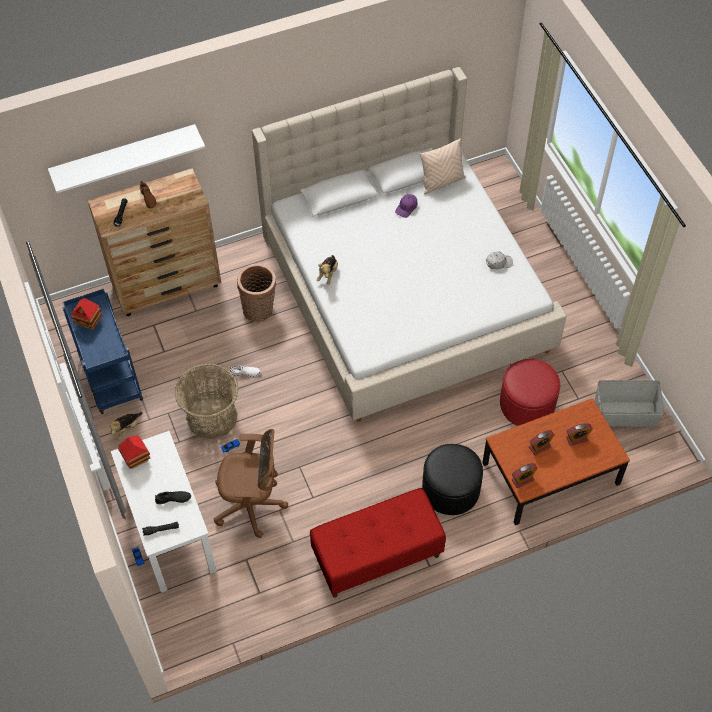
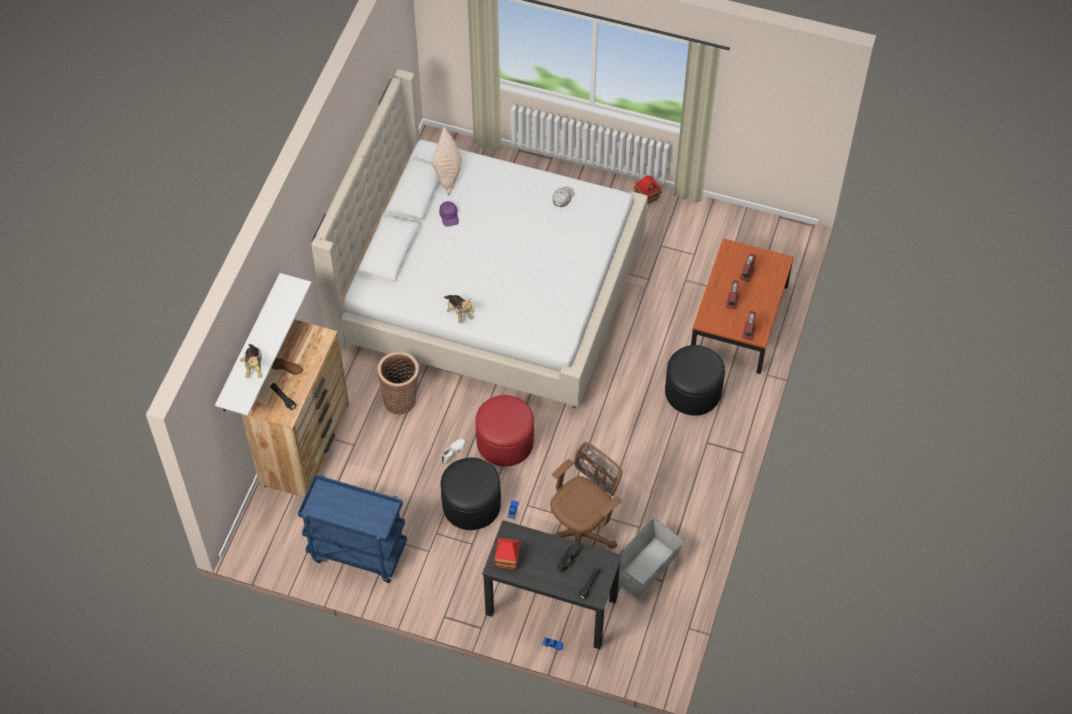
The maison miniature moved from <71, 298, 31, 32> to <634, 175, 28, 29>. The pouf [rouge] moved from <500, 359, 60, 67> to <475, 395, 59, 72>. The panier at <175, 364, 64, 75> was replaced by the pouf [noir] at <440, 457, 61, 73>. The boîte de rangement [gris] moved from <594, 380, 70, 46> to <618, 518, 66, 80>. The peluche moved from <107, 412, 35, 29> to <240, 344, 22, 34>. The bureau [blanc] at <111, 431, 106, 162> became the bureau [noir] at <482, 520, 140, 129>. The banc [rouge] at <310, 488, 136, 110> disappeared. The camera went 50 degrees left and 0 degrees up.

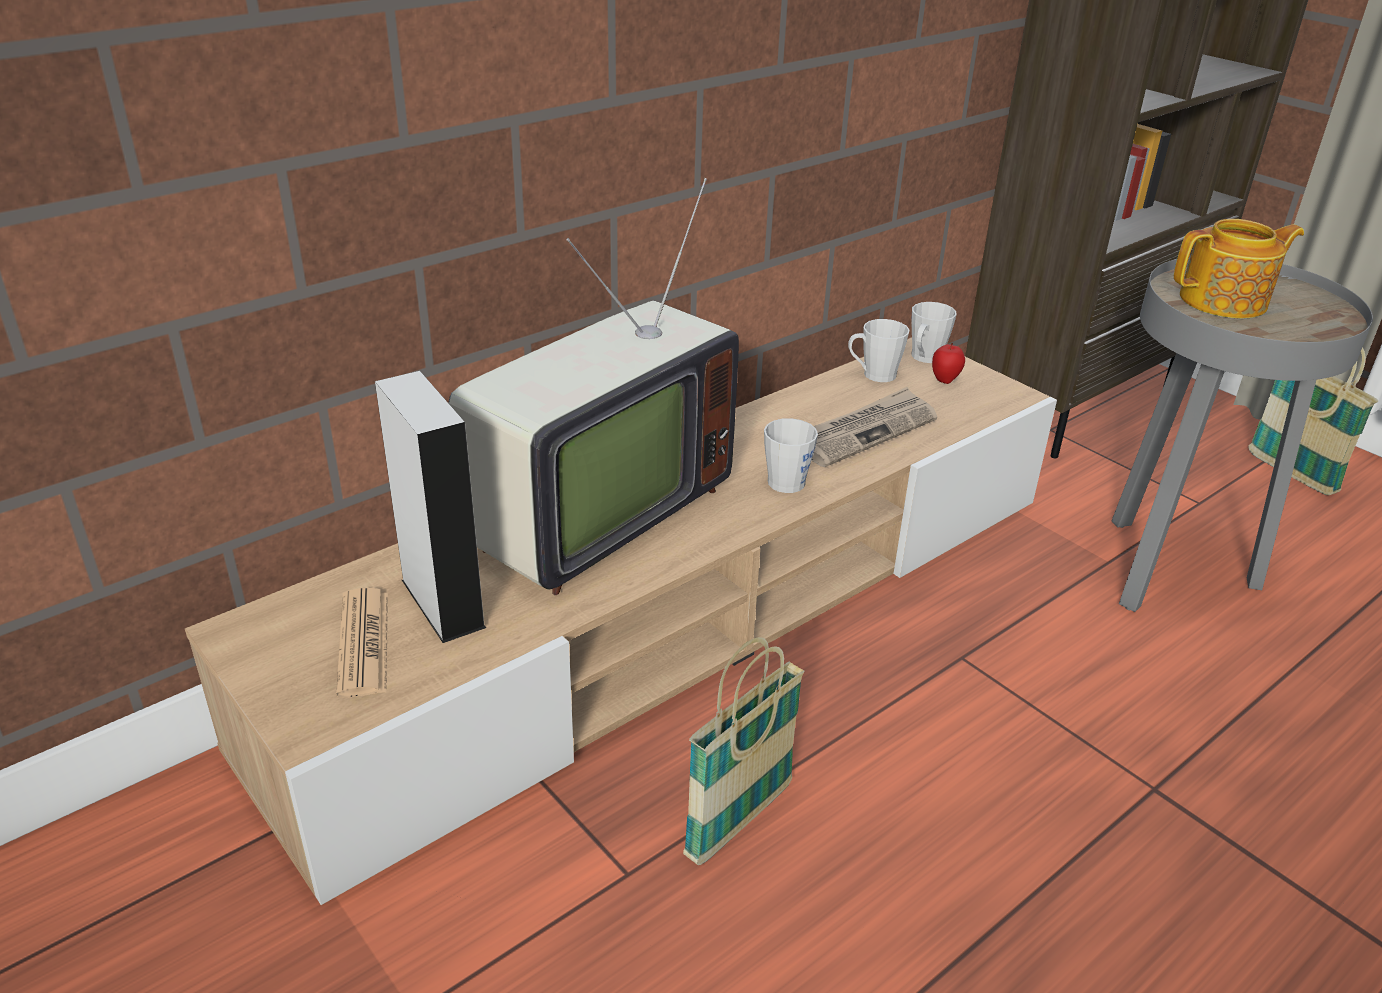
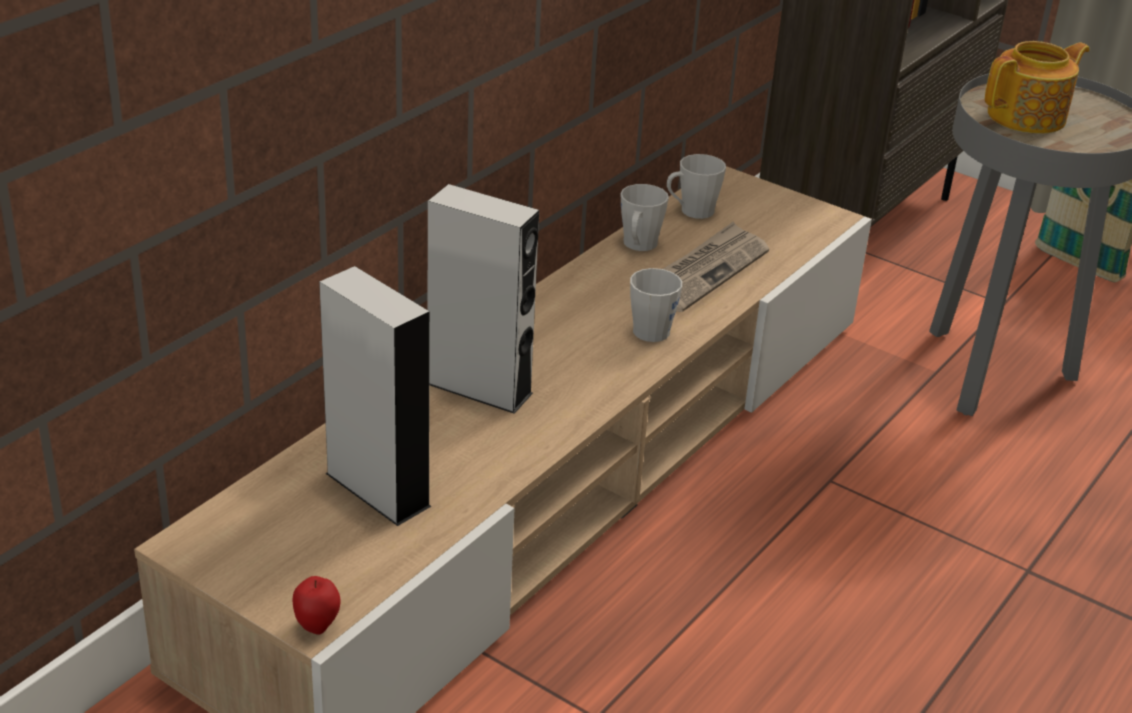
The téléviseur at <448, 178, 291, 417> was replaced by the enceinte [gris] at <428, 184, 111, 230>. The mug [gris] moved from <911, 302, 46, 61> to <621, 184, 48, 67>. The pomme moved from <932, 343, 33, 41> to <293, 576, 48, 59>. The journal at <336, 588, 52, 110> disappeared. The panier at <683, 637, 122, 228> disappeared. The camera went 15 degrees left and 0 degrees up.

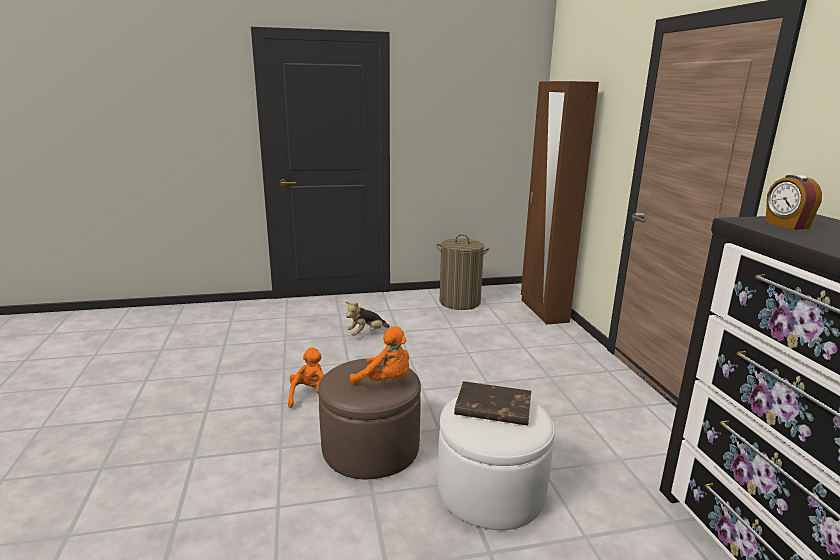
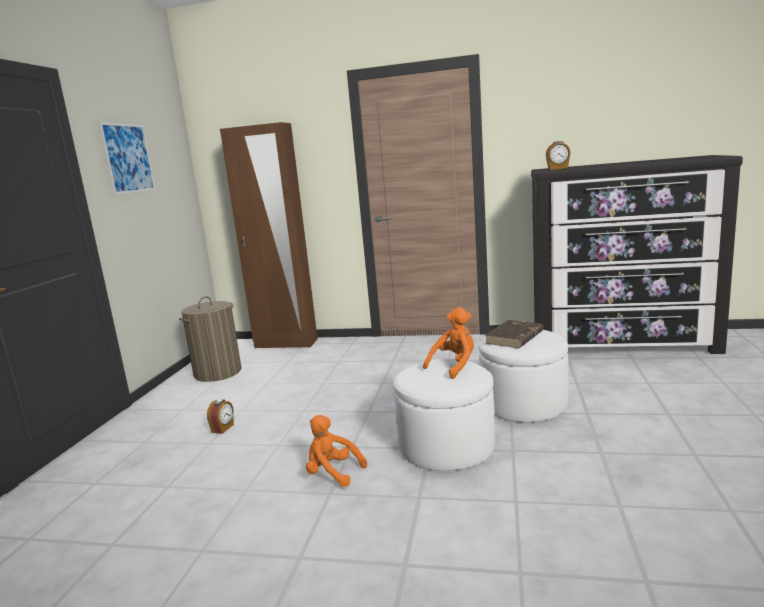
The peluche at <346, 302, 44, 34> was replaced by the réveil at <207, 399, 27, 35>. The pouf [marron] at <318, 358, 103, 121> became the pouf [blanc] at <393, 359, 102, 112>. The tableau at <99, 122, 57, 73> appeared. The camera went 65 degrees left and 5 degrees down.

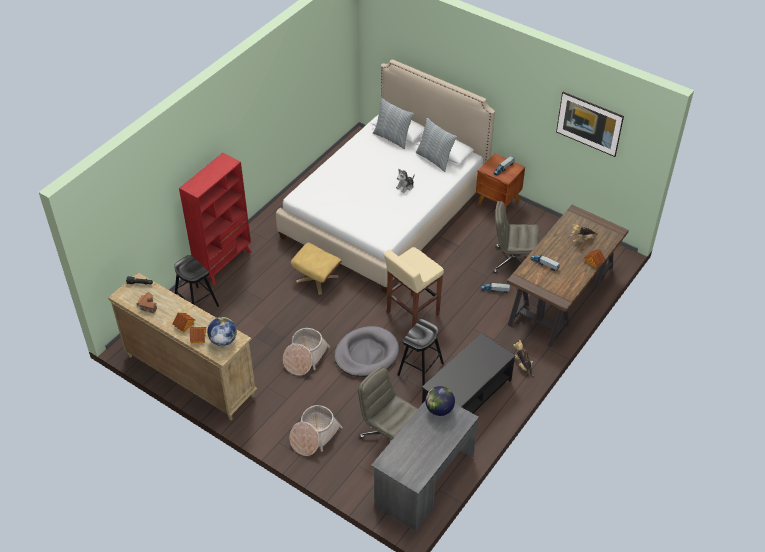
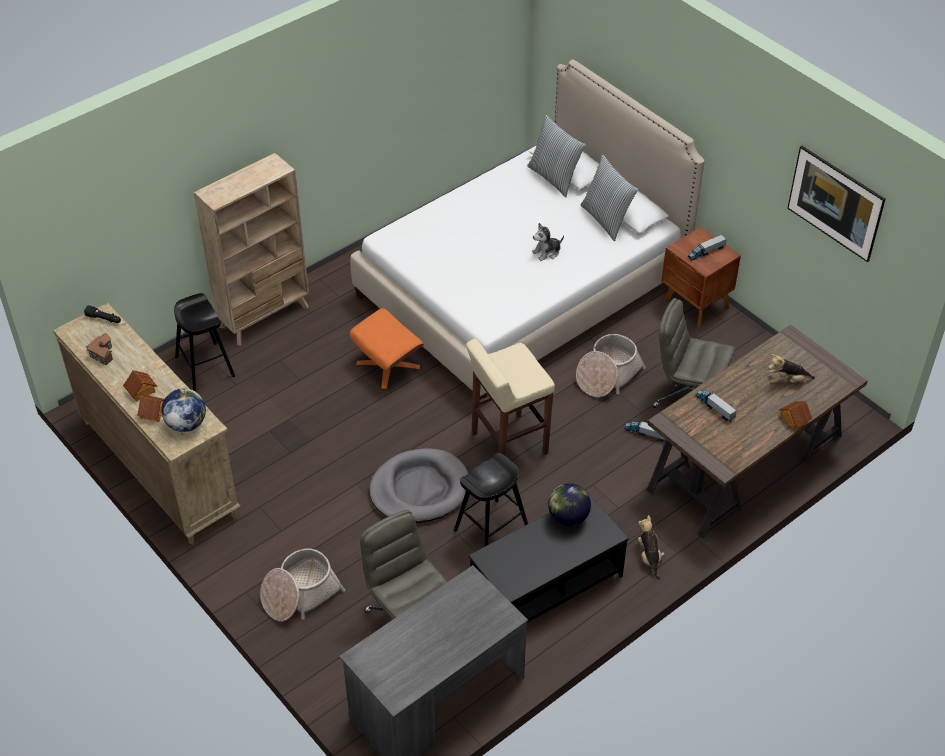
The bibliothèque [rouge] at <179, 153, 72, 133> became the bibliothèque [beige] at <194, 153, 115, 193>. The pouf [beige] at <291, 243, 51, 52> became the pouf [orange] at <350, 308, 74, 81>. The panier moved from <283, 328, 47, 48> to <576, 334, 70, 63>. The globe moved from <425, 386, 30, 30> to <548, 483, 43, 43>. The camera went 15 degrees right and 0 degrees up.

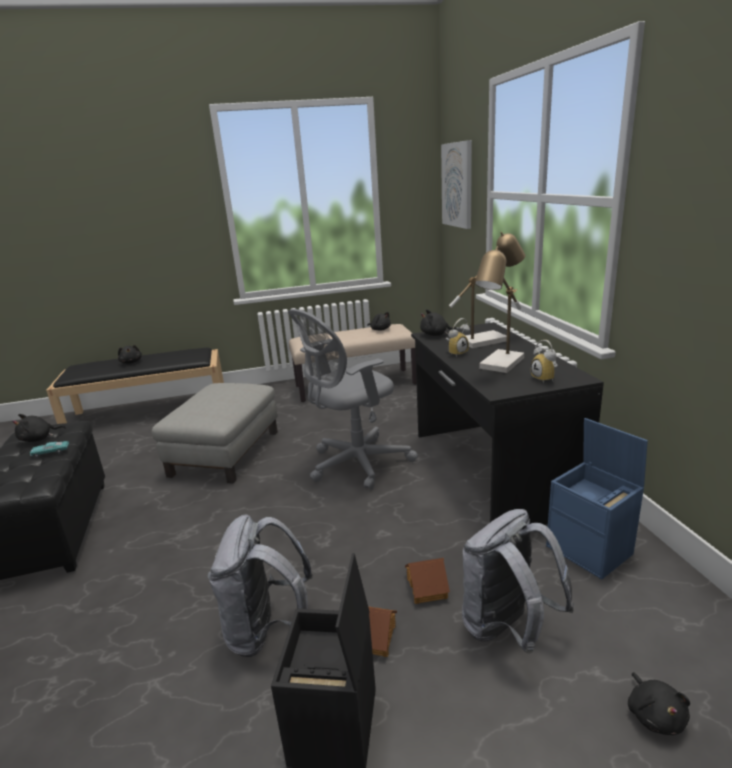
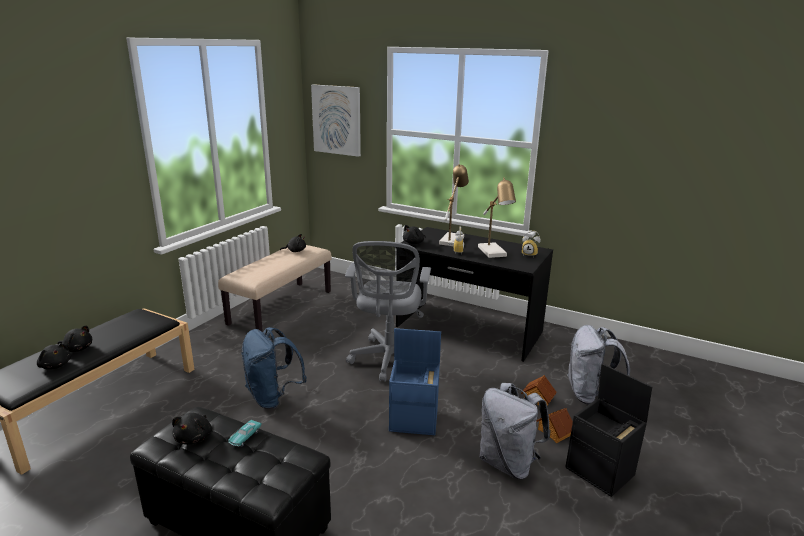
The pouf [gris] at <152, 383, 126, 100> was replaced by the sac à dos [bleu] at <242, 327, 65, 82>. The boîte de rangement [bleu] moved from <546, 418, 102, 161> to <389, 328, 52, 107>. The peluche [noir] moved from <628, 672, 62, 63> to <37, 344, 34, 26>. The camera went 50 degrees left and 0 degrees up.

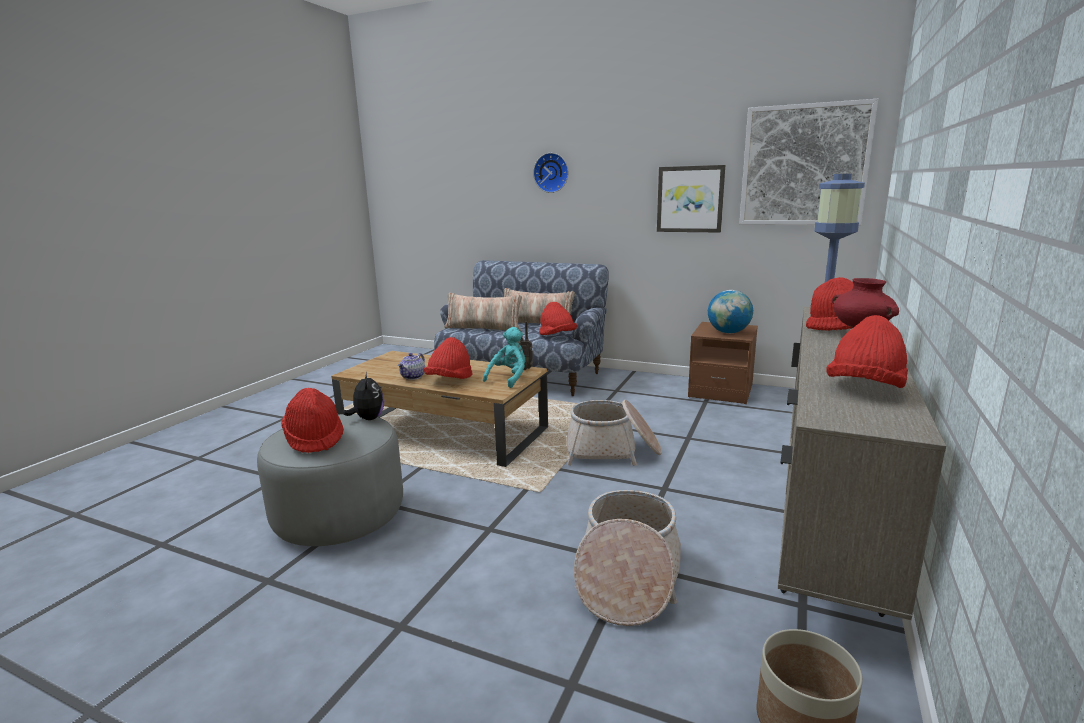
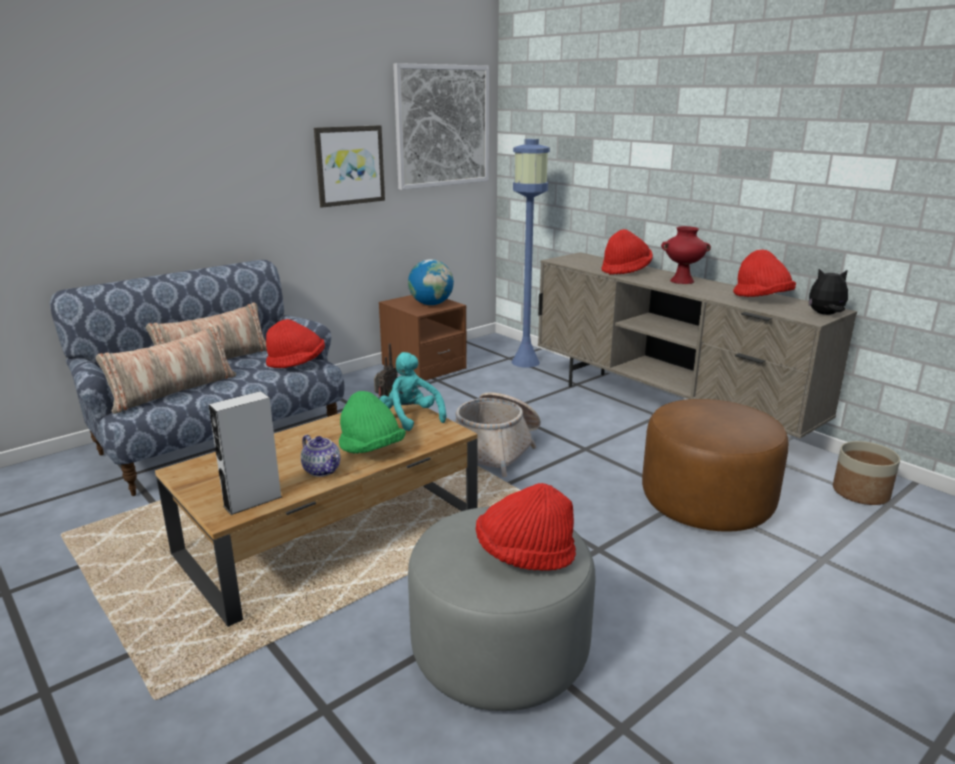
The horloge murale at <533, 153, 35, 40> disappeared. The chapeau [rouge] at <424, 337, 49, 42> became the chapeau [vert] at <339, 391, 67, 62>. The peluche moved from <343, 372, 41, 48> to <809, 269, 39, 46>. The panier at <574, 490, 107, 136> was replaced by the pouf [marron] at <642, 399, 147, 132>. The enceinte [gris] at <209, 391, 73, 124> appeared. The camera went 65 degrees left and 5 degrees up.

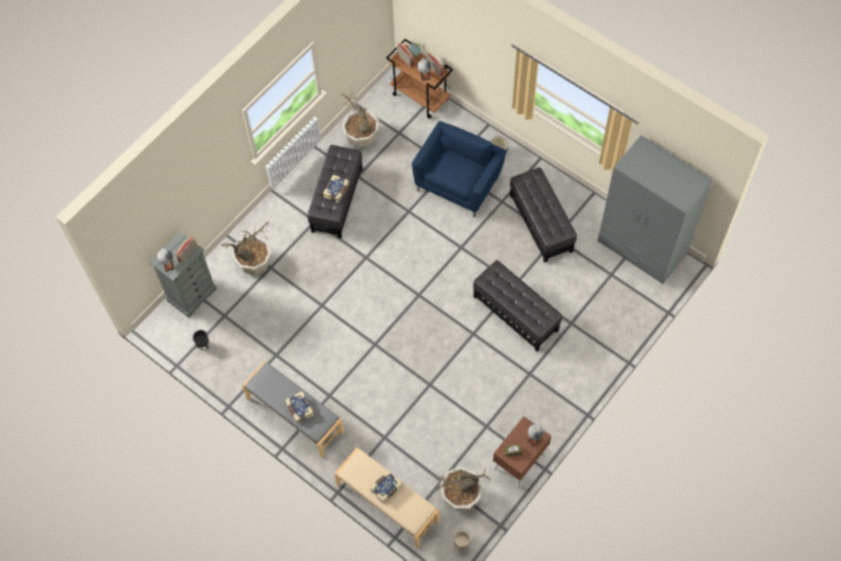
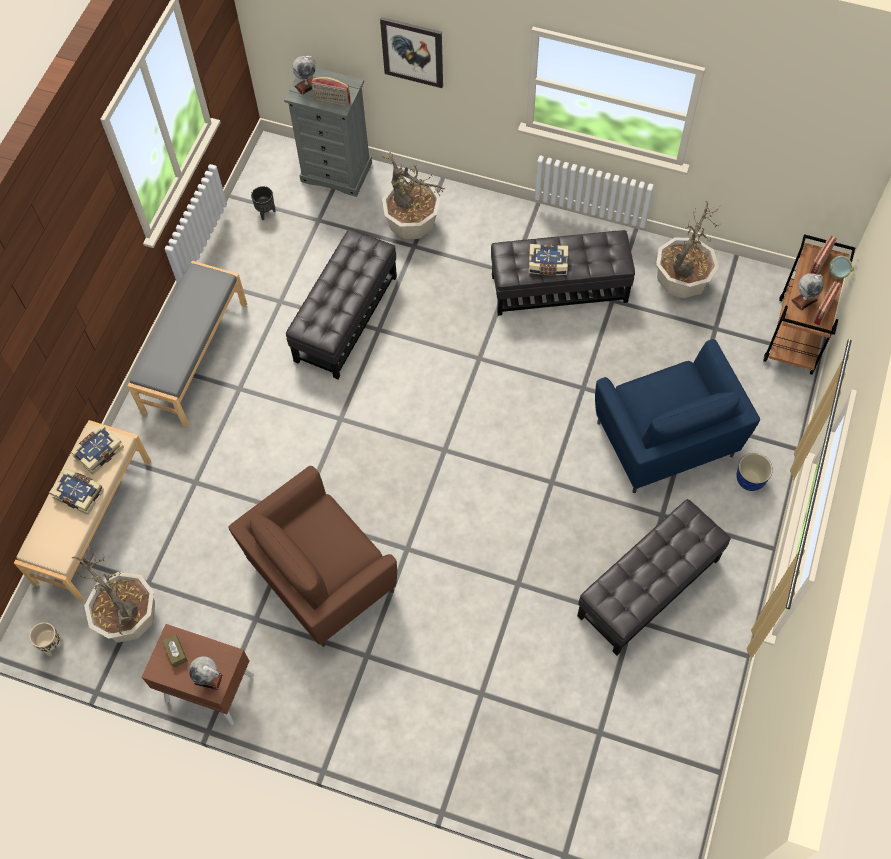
The fauteuil [bleu] at <412, 121, 94, 96> turned 60 degrees clockwise. The armoire [gris] at <598, 135, 115, 150> disappeared. The pouf [noir] moved from <473, 260, 89, 91> to <286, 229, 111, 150>. The livre moved from <285, 391, 29, 32> to <71, 425, 53, 50>. The tableau at <380, 17, 63, 71> appeared. The fauteuil [marron] at <229, 466, 168, 181> appeared. The camera went 70 degrees right and 0 degrees up.

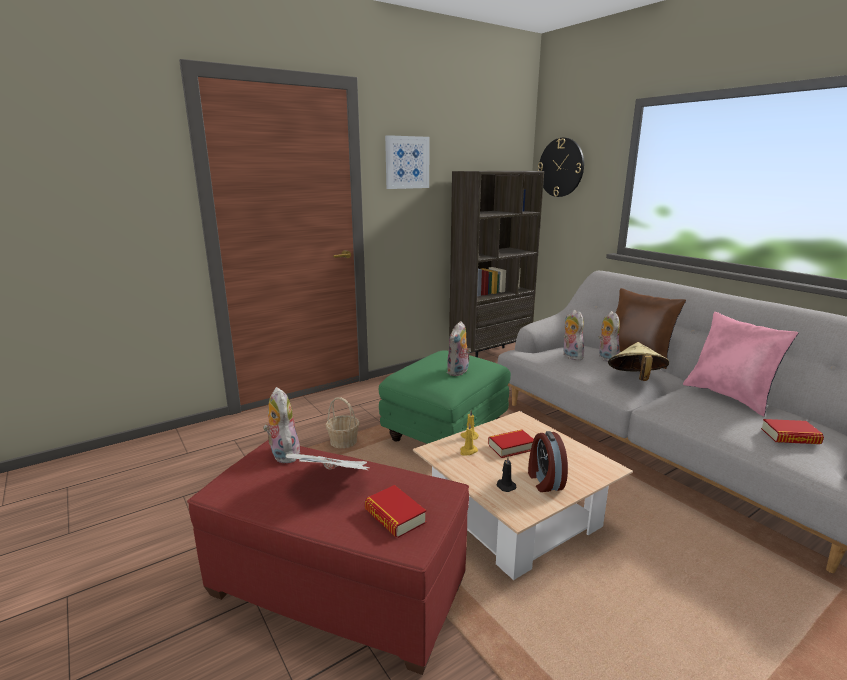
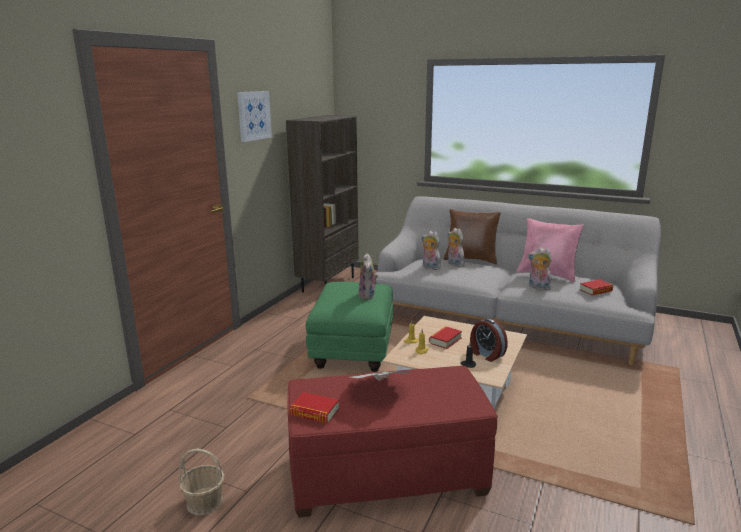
The horloge murale at <538, 138, 46, 59> disappeared. The chapeau [beige] at <608, 342, 61, 39> disappeared. The peluche moved from <263, 387, 37, 76> to <528, 247, 24, 43>. The panier moved from <325, 397, 35, 51> to <179, 449, 46, 66>. The livre moved from <365, 485, 61, 53> to <290, 392, 49, 32>. The camera went 30 degrees left and 0 degrees up.

